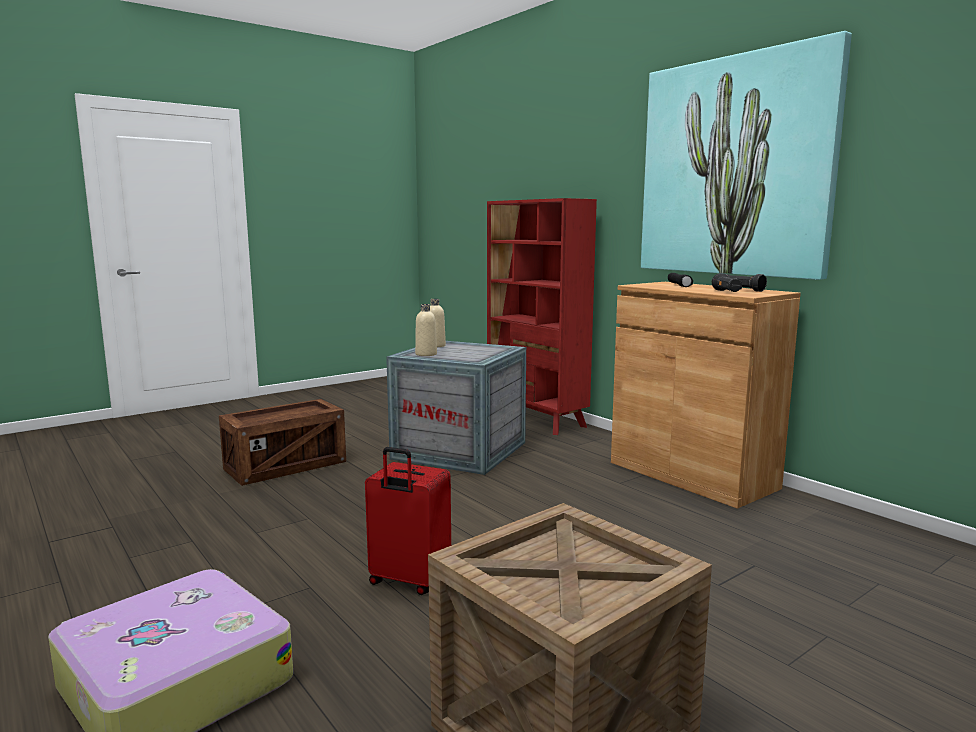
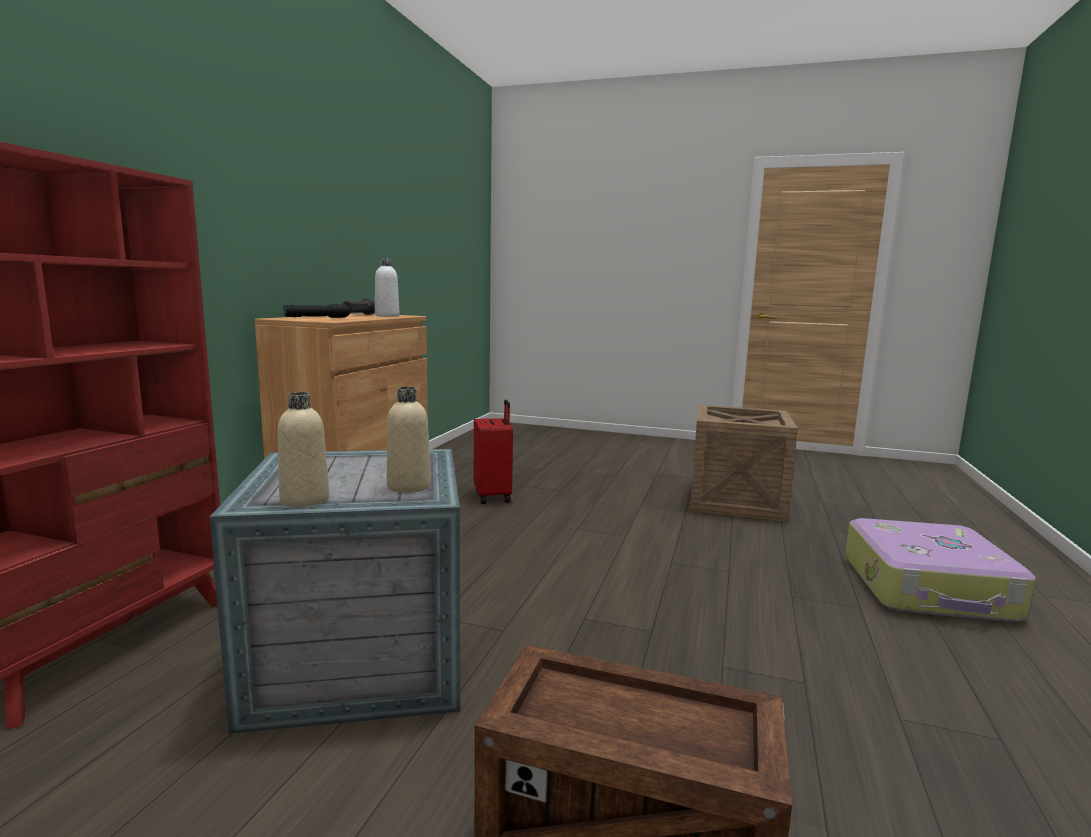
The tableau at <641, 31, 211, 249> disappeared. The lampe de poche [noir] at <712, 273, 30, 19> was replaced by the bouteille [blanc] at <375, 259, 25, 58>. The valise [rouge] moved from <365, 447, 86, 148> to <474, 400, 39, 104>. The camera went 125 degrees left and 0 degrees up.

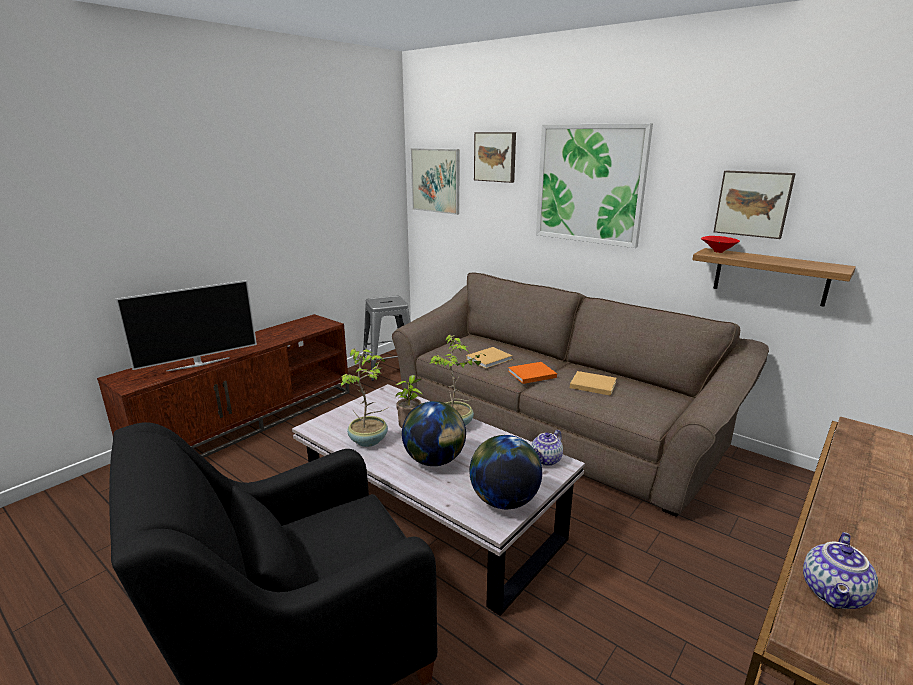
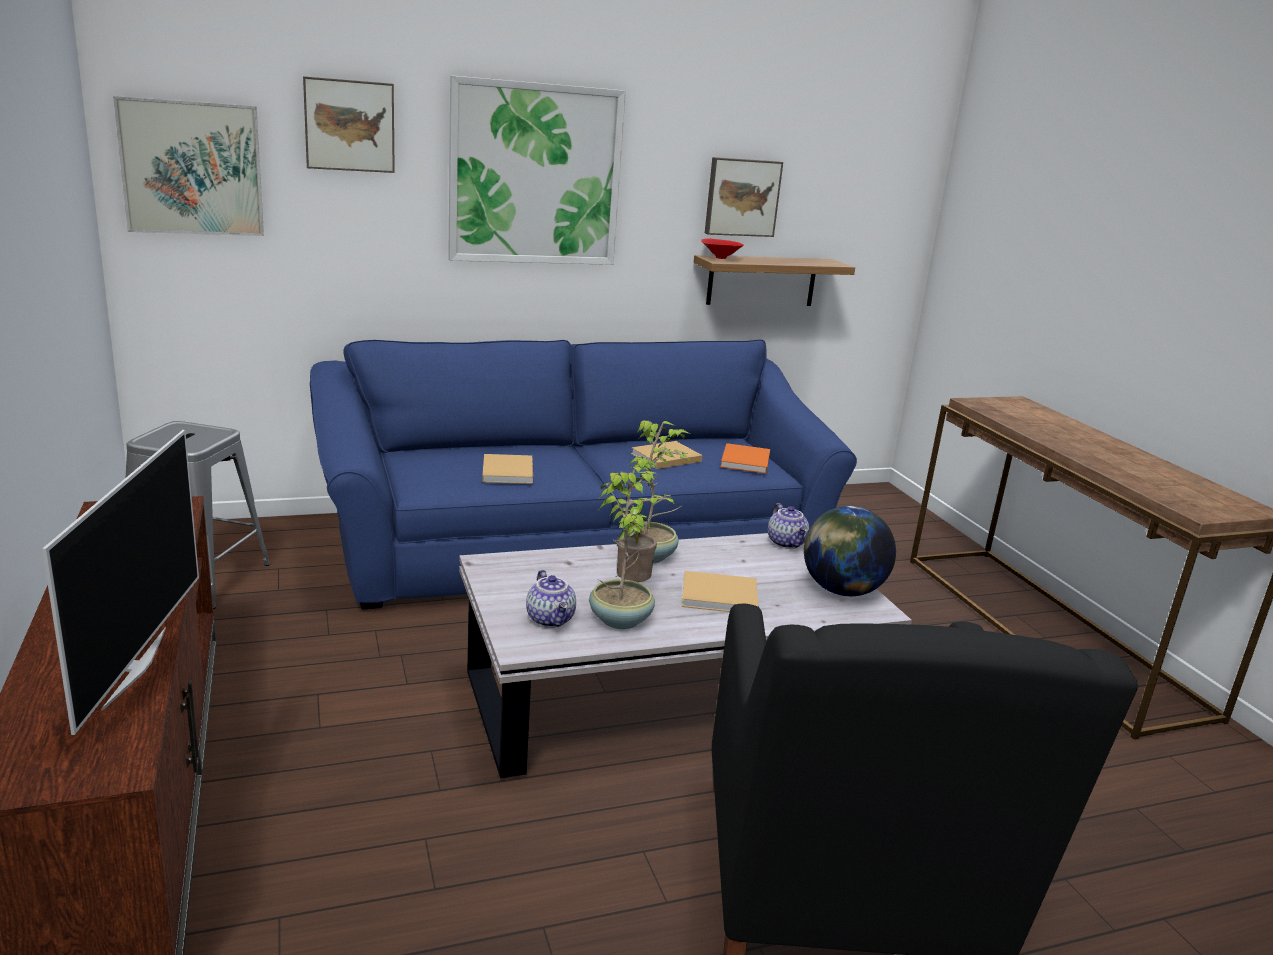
The canapé [marron] at <392, 273, 377, 244> became the canapé [bleu] at <310, 340, 547, 270>. The livre [orange] moved from <508, 362, 49, 22> to <721, 443, 49, 30>. The globe at <402, 401, 64, 65> was replaced by the livre [beige] at <682, 571, 77, 41>. The théière moved from <803, 532, 75, 77> to <526, 570, 50, 58>. The camera went 60 degrees left and 0 degrees up.

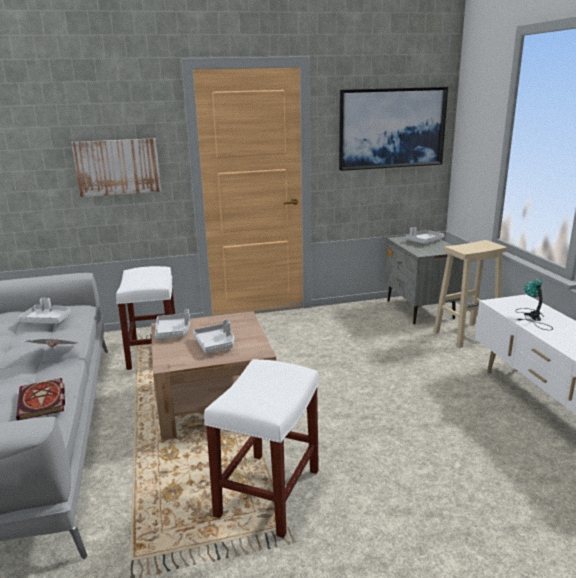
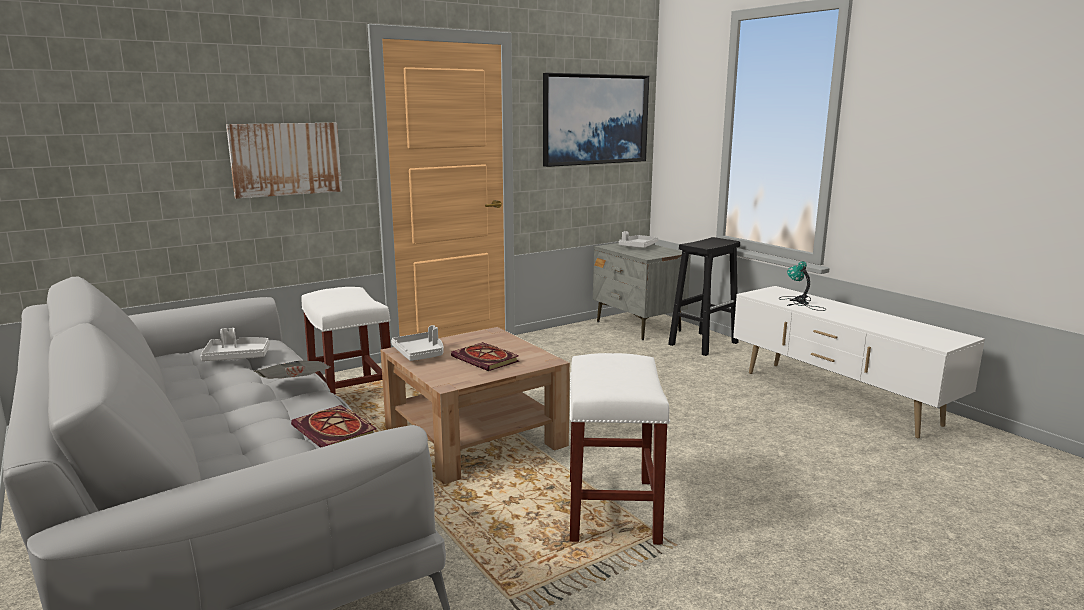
The tabouret [beige] at <433, 240, 74, 108> became the tabouret [noir] at <668, 237, 72, 119>. The plateau [gris] at <193, 319, 41, 34> was replaced by the livre at <451, 342, 68, 29>. The camera went 20 degrees left and 5 degrees down.

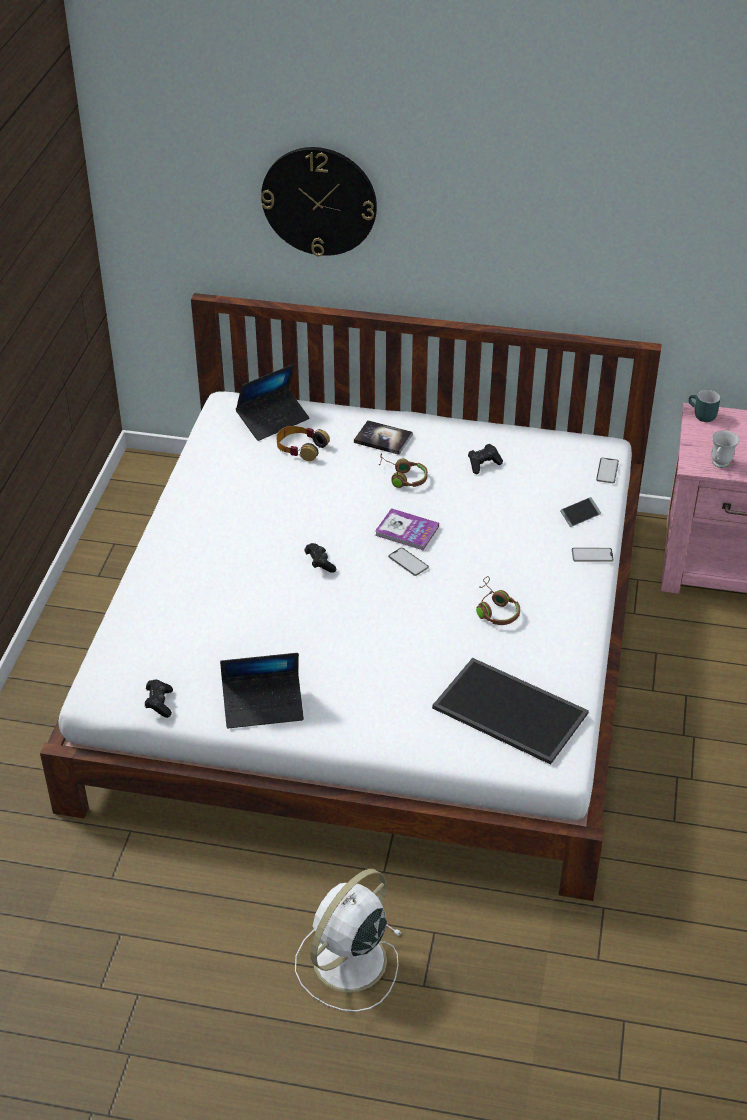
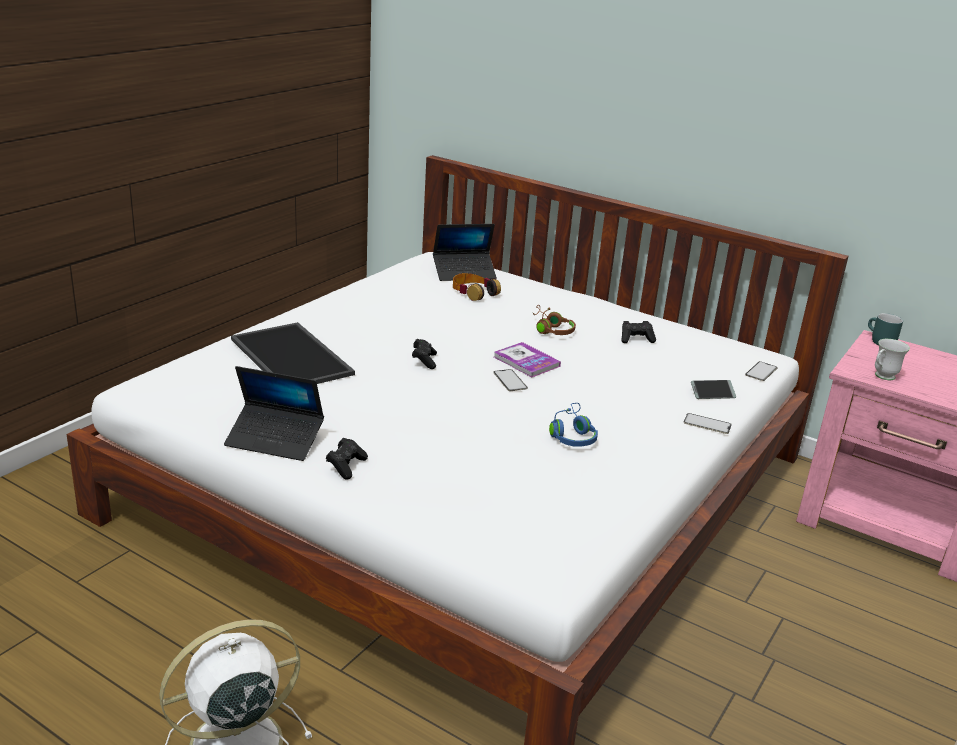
The horloge murale at <261, 147, 116, 109> disappeared. The livre at <354, 420, 59, 35> disappeared. The casque audio [marron] at <476, 576, 44, 49> became the casque audio [bleu] at <549, 403, 49, 44>. The plateau moved from <432, 658, 157, 107> to <231, 322, 124, 62>. The manette [noir] moved from <145, 680, 28, 38> to <326, 438, 42, 42>. The camera went 20 degrees right and 15 degrees down.

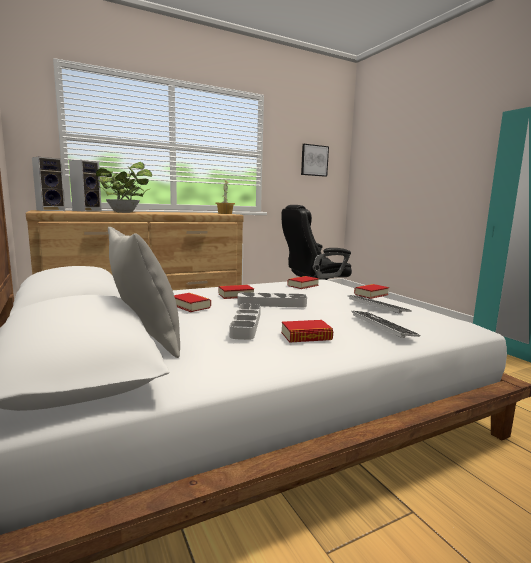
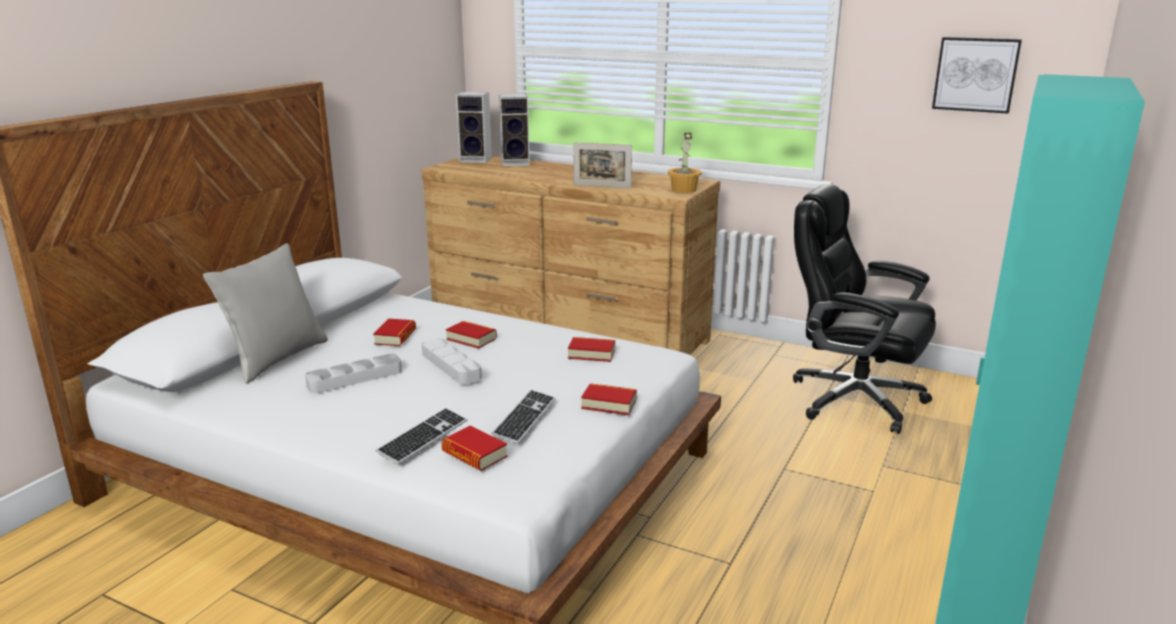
The plante en pot at <96, 162, 56, 51> disappeared. The livre moved from <281, 320, 52, 23> to <442, 426, 66, 45>. The cadre photo at <573, 142, 59, 46> appeared. The camera went 55 degrees right and 10 degrees up.

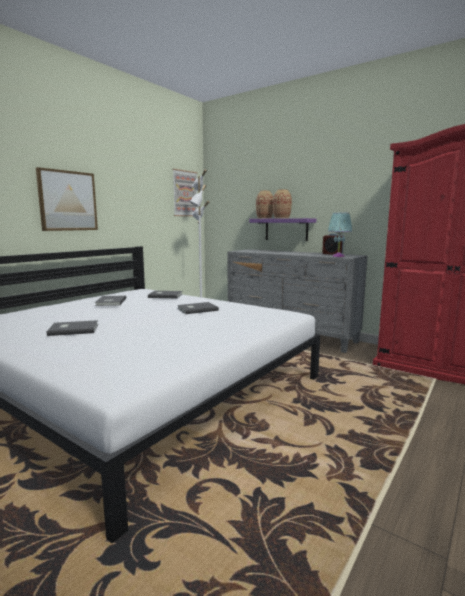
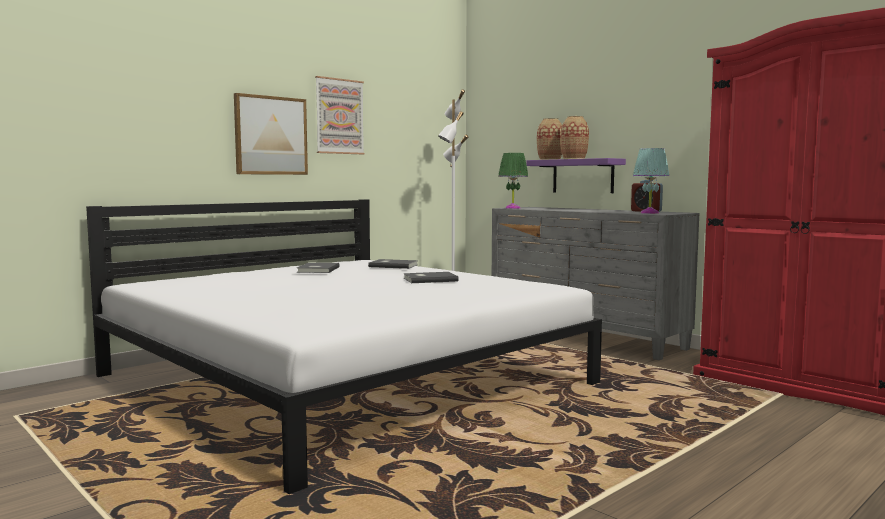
The tableau moved from <172, 169, 25, 47> to <315, 76, 50, 78>. The livre [gris] at <47, 320, 51, 16> disappeared. The lampe de table [vert] at <498, 153, 30, 56> appeared. The camera went 10 degrees right and 5 degrees down.

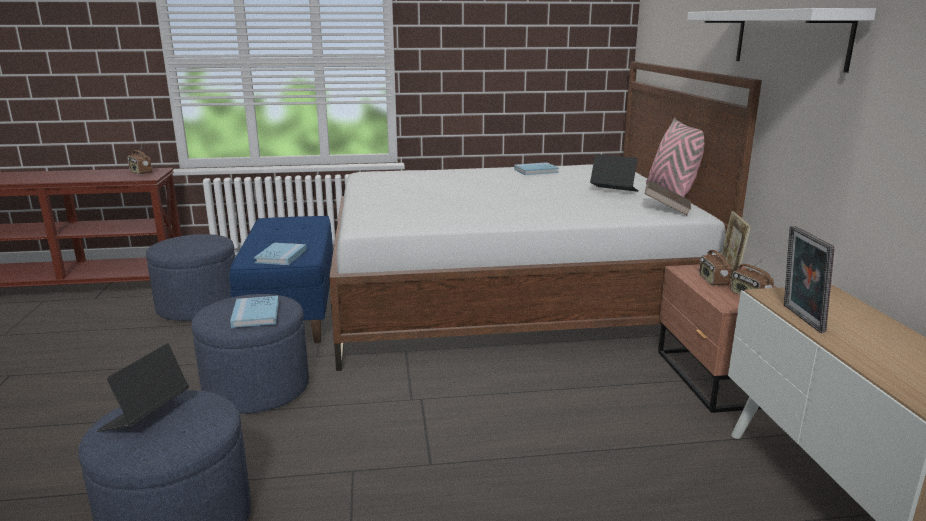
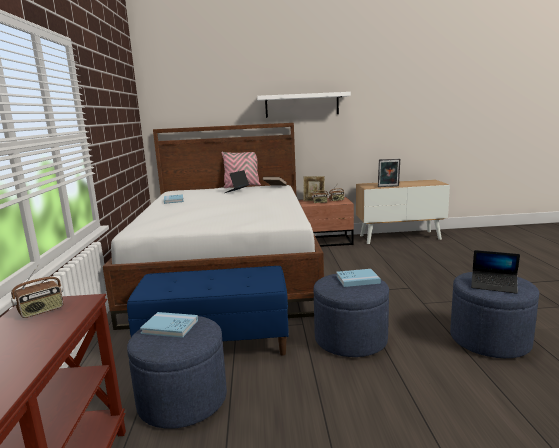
The livre [bleu] moved from <254, 243, 52, 22> to <140, 312, 58, 26>. The camera went 85 degrees left and 5 degrees down.

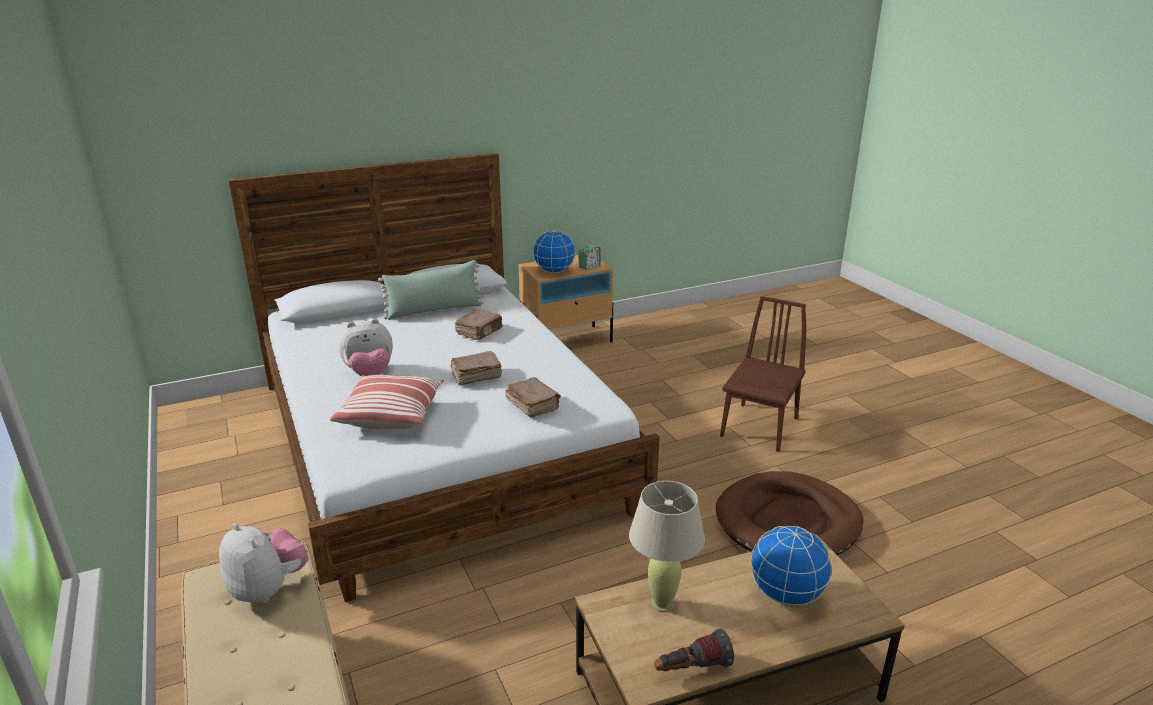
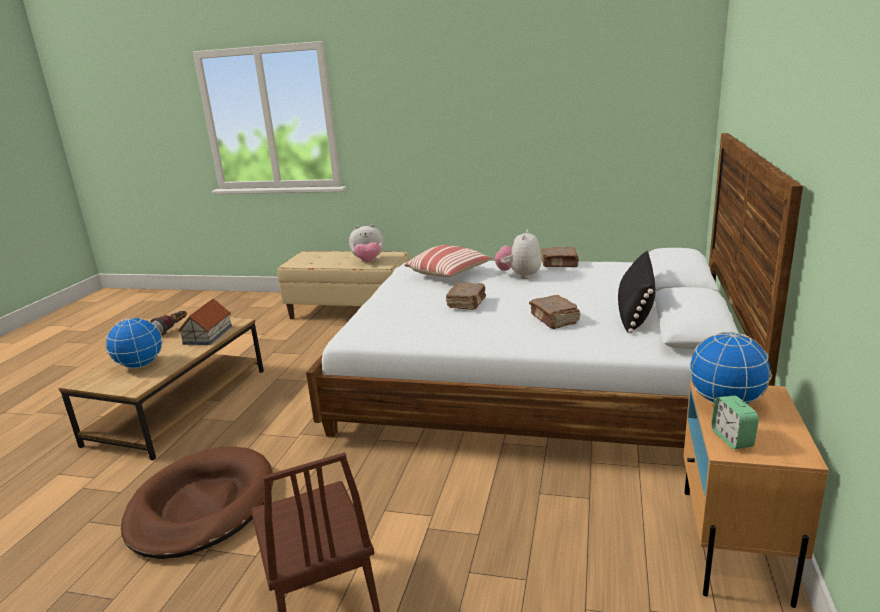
The coussin [vert] at <378, 260, 106, 60> became the coussin [noir] at <618, 251, 38, 82>. The livre [marron] moved from <505, 377, 56, 41> to <541, 247, 38, 20>. The lampe de table [beige] at <629, 481, 76, 131> was replaced by the maison miniature at <178, 299, 54, 46>. The camera went 130 degrees right and 5 degrees down.

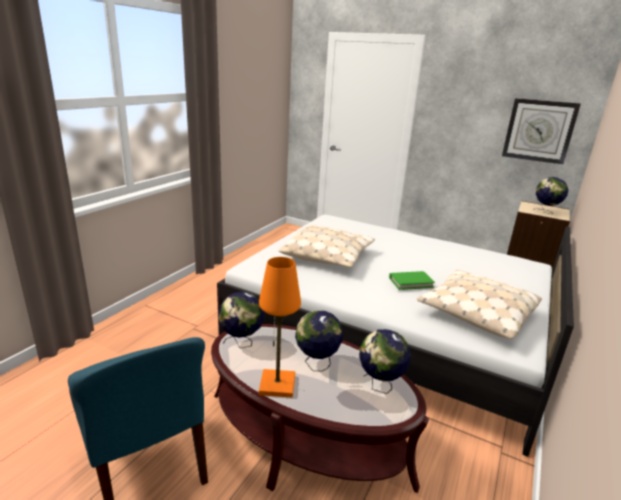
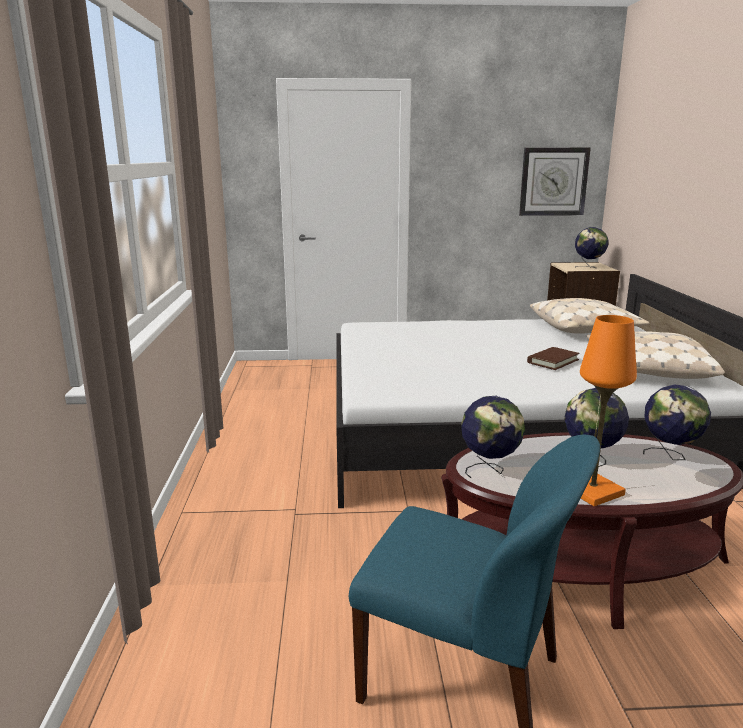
The coussin [beige] moved from <279, 225, 96, 43> to <530, 298, 119, 36>. The livre [vert] at <389, 271, 46, 19> became the livre [marron] at <527, 347, 53, 23>. The camera went 30 degrees left and 5 degrees down.

